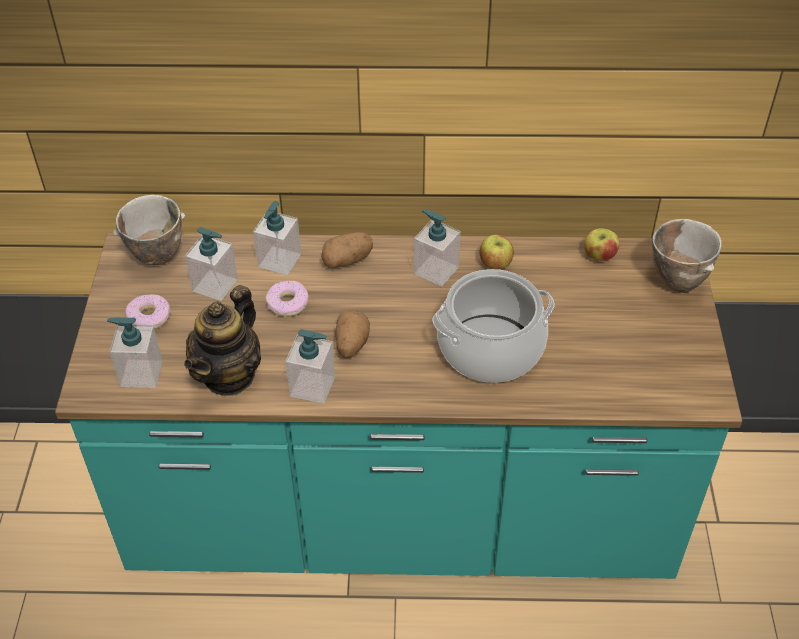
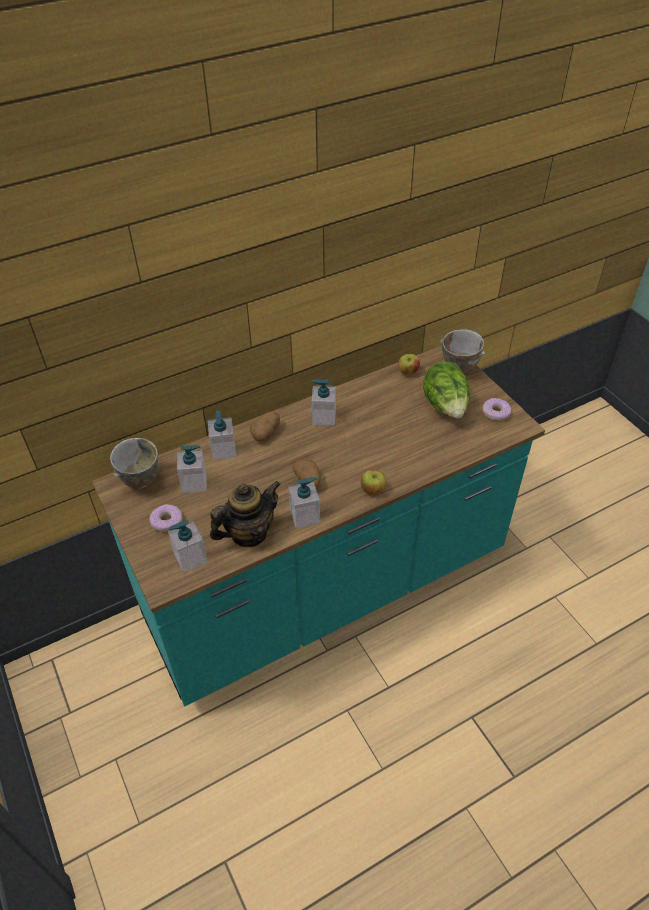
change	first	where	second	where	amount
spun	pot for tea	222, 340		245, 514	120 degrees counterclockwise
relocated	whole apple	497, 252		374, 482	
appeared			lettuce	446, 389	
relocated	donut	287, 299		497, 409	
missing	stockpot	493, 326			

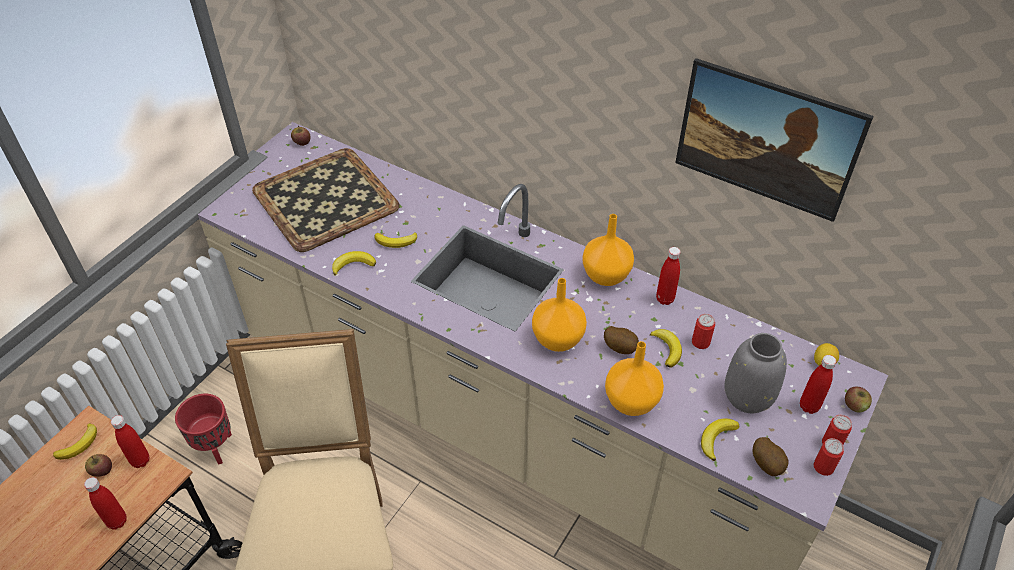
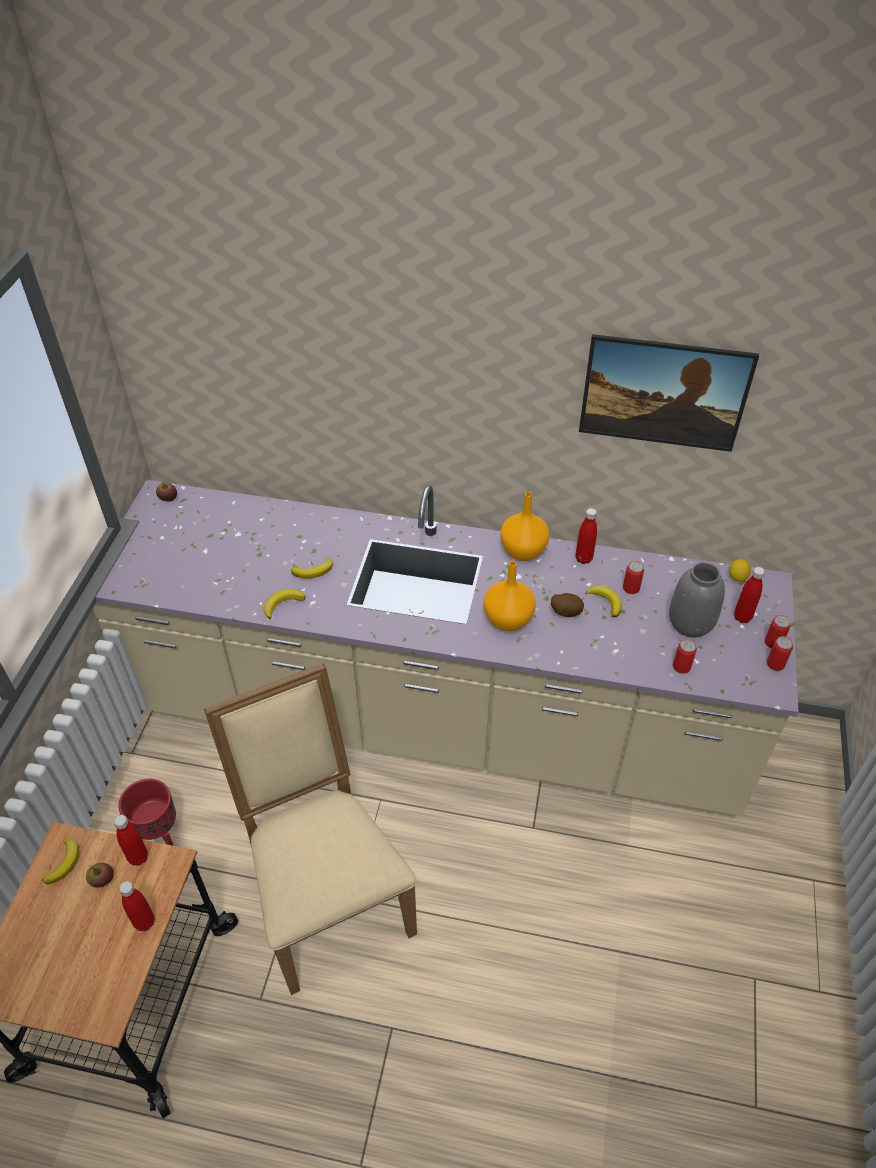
change	first	where	second	where	amount
exchanged	banana fruit	720, 439	can	685, 656	
missing	serving tray	326, 200			
missing	orangey decorative vase	634, 378			
missing	whole potato	771, 456			
missing	whole apple	858, 400			

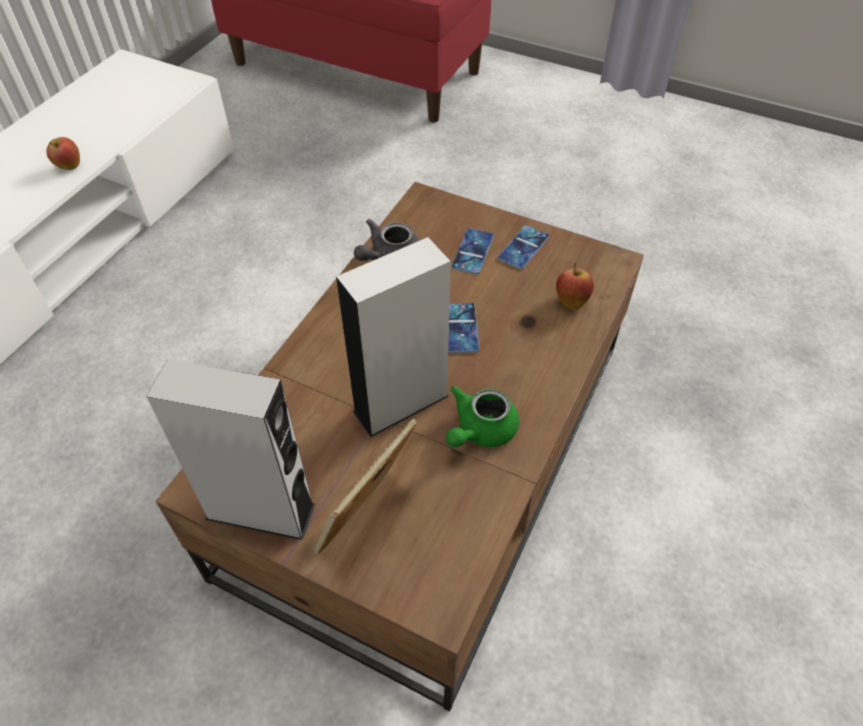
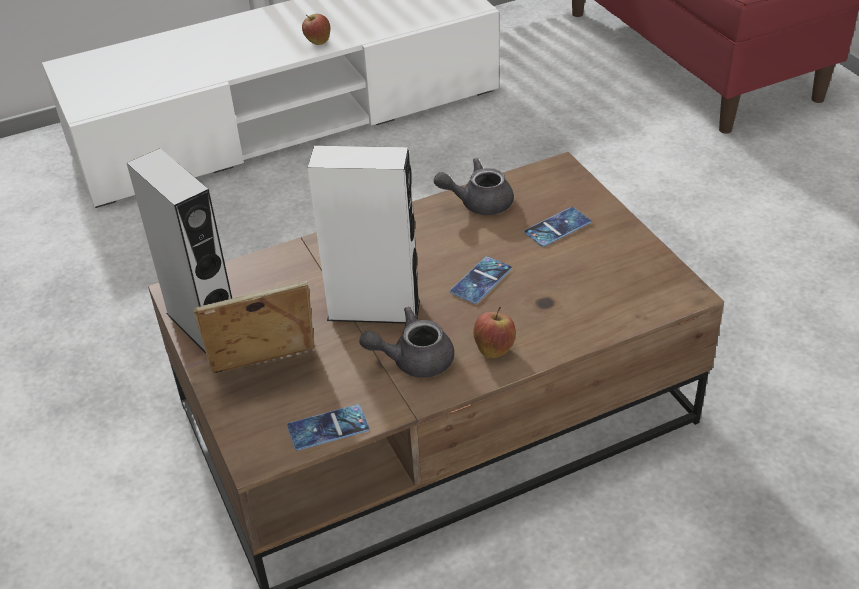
change	first	where	second	where	amount
relocated	phone	523, 247		328, 427	
colour	green-coloured pot for tea	482, 416	gray pot for tea	406, 342	
relocated	whole apple	575, 286		495, 332	

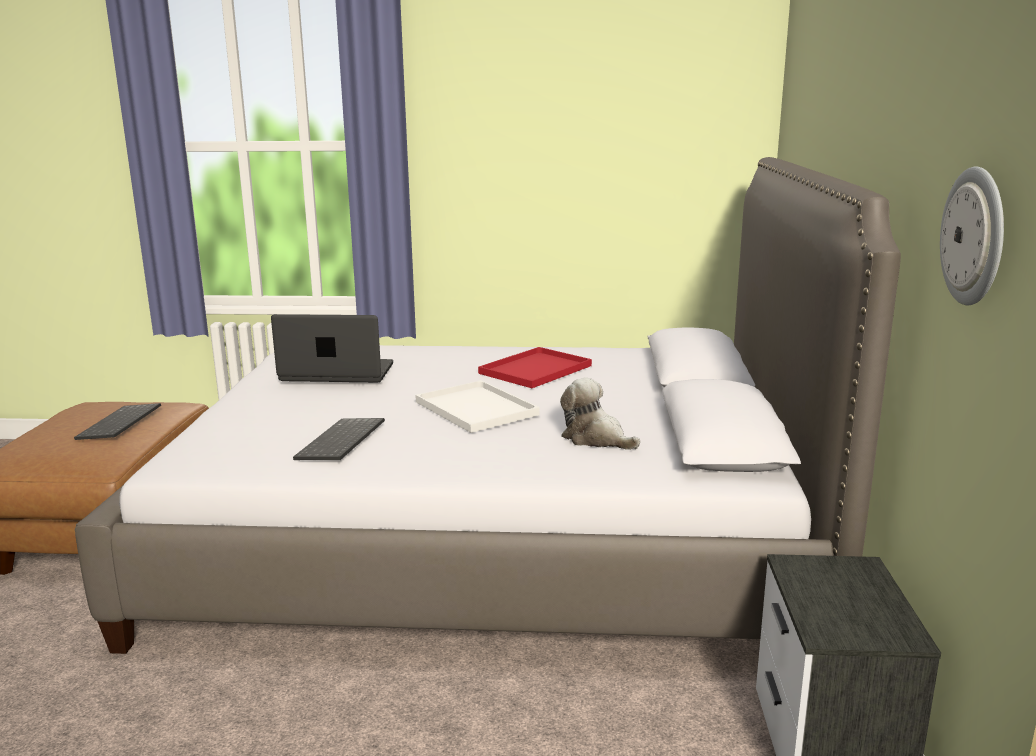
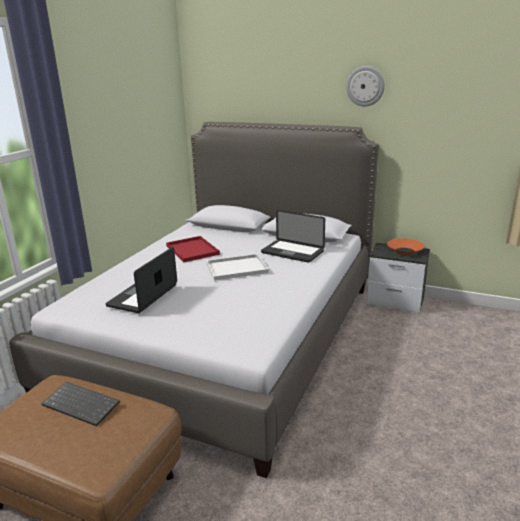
change	first	where	second	where	amount
exchanged	plush toy	600, 414	laptop	293, 236	
relocated	clock on the wall	972, 235		365, 86	
appeared			orangey deep dish	406, 246	
missing	PC keyboard	339, 439			

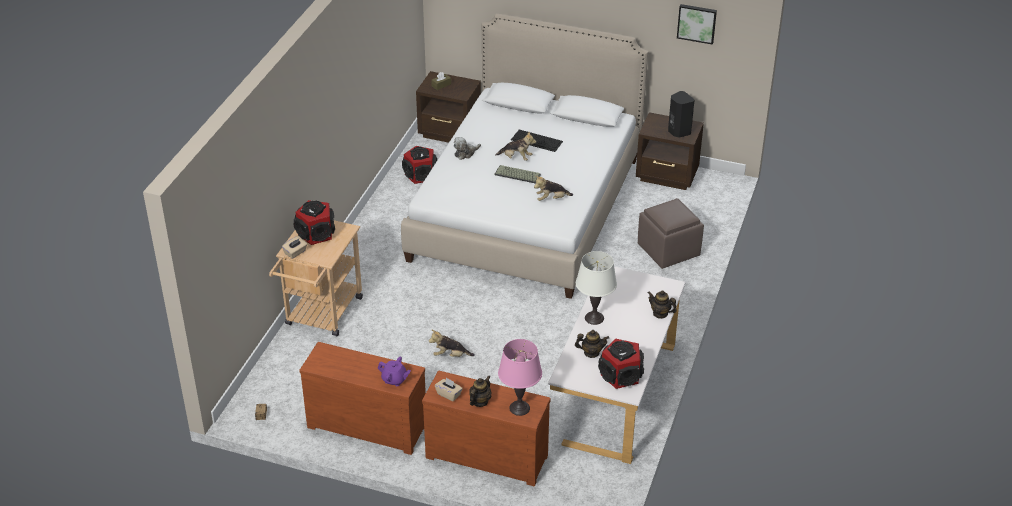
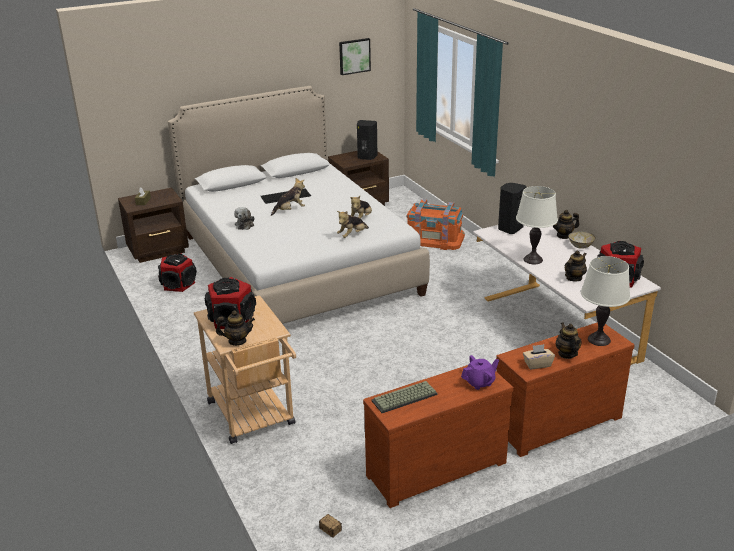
change	first	where	second	where	amount
exchanged	beige tissue box	294, 247	pot for tea	235, 328	
relocated	plush toy	452, 343		353, 224	
relocated	PC keyboard	517, 174		404, 397	
exchanged	brown-coloured ottoman	671, 233	orangey storage box	435, 224	
appeared			black-coloured loudspeaker	512, 208	
appeared			deep dish	582, 240	
colour	pink-coloured table lamp	520, 377	white-coloured table lamp	606, 301	

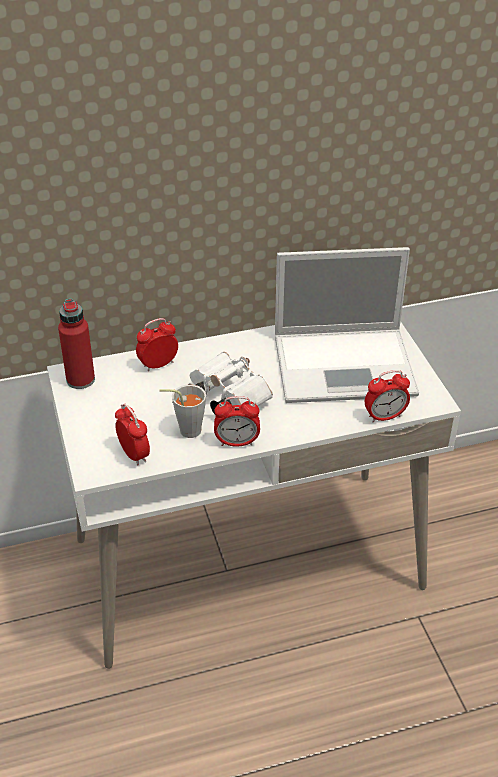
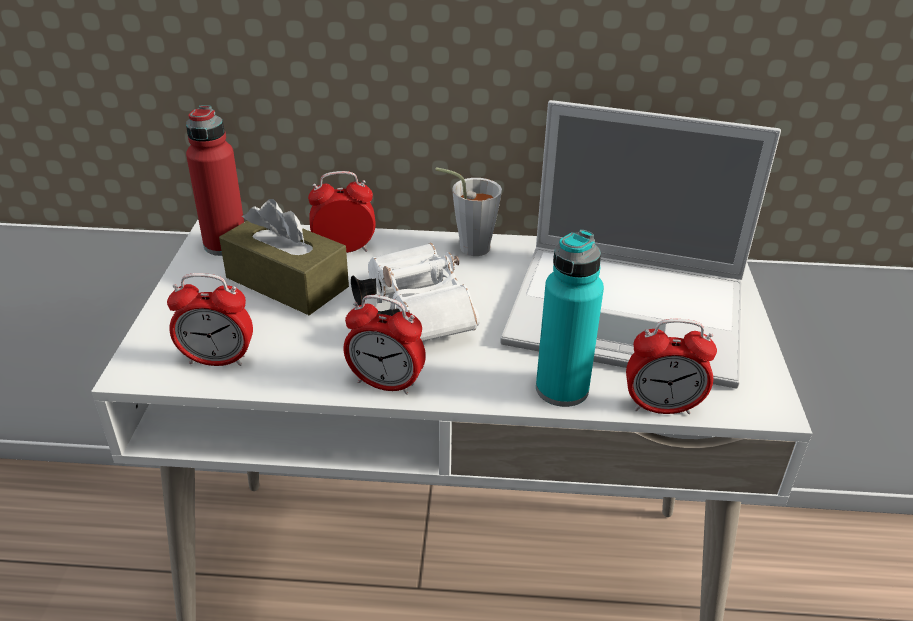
change	first	where	second	where	amount
spun	table clock	132, 435		210, 319	105 degrees clockwise
appeared			brown-coloured tissue box	284, 257	
relocated	gray small cup	183, 411		469, 211	
appeared			blue-green bottle	570, 318	

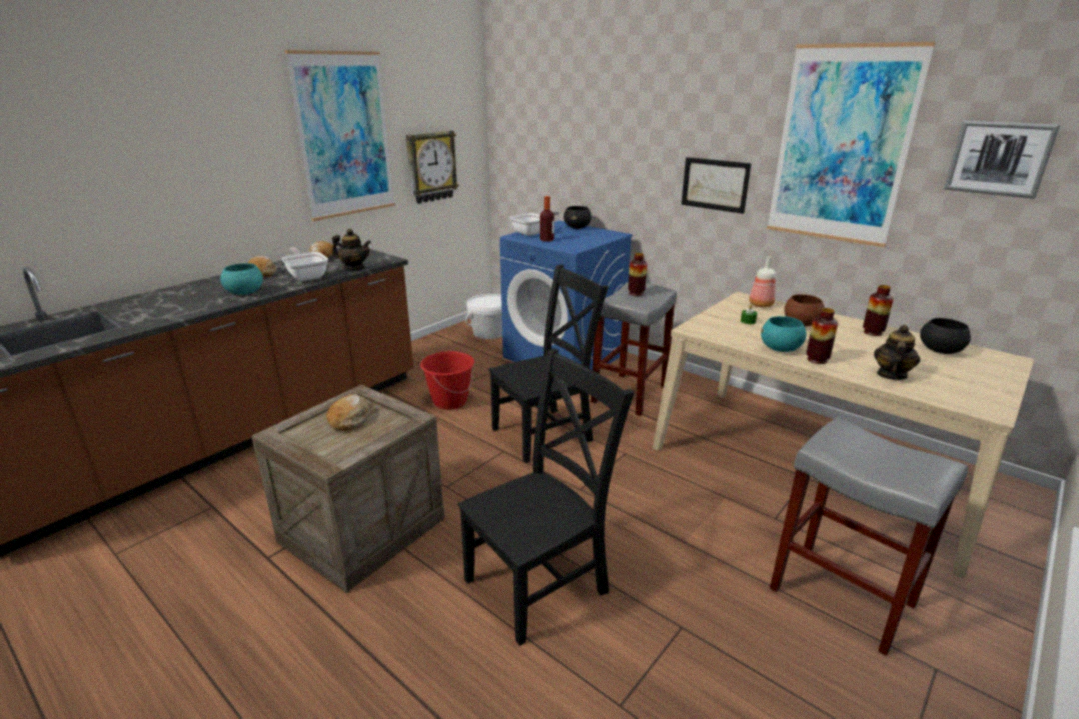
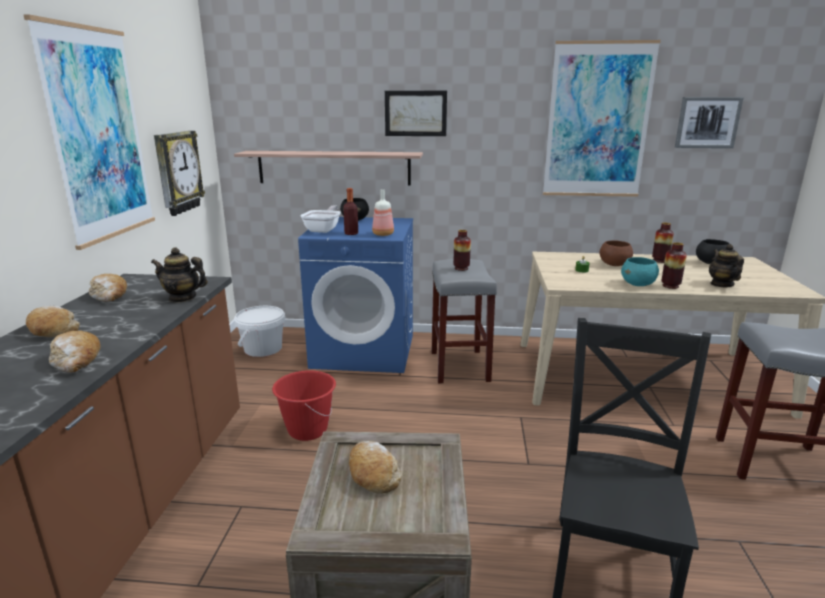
change	first	where	second	where	amount
exchanged	blue-green deep dish	241, 279	baked bread	75, 351	
spun	pot for tea	351, 249		179, 275	150 degrees counterclockwise
appeared			wall shelf	328, 168	
relocated	bottle	762, 281		383, 212	
relocated	wall art	716, 185		416, 113	
missing	frying pan	304, 264			
missing	black-coloured plain chair	548, 363			

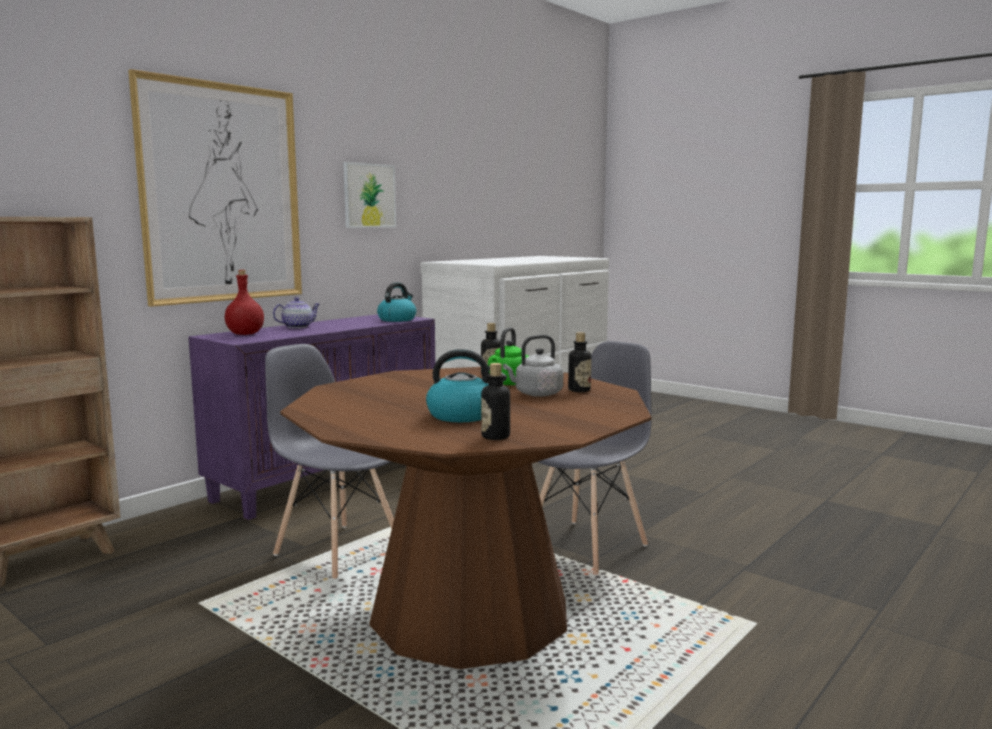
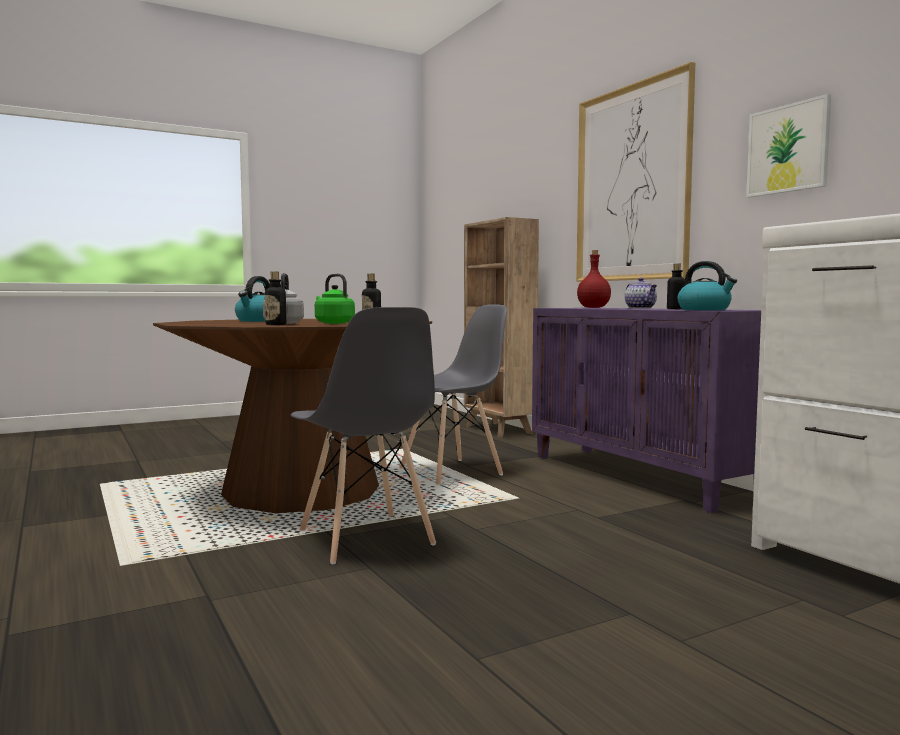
change	first	where	second	where	amount
relocated	bottle	495, 401		676, 286	

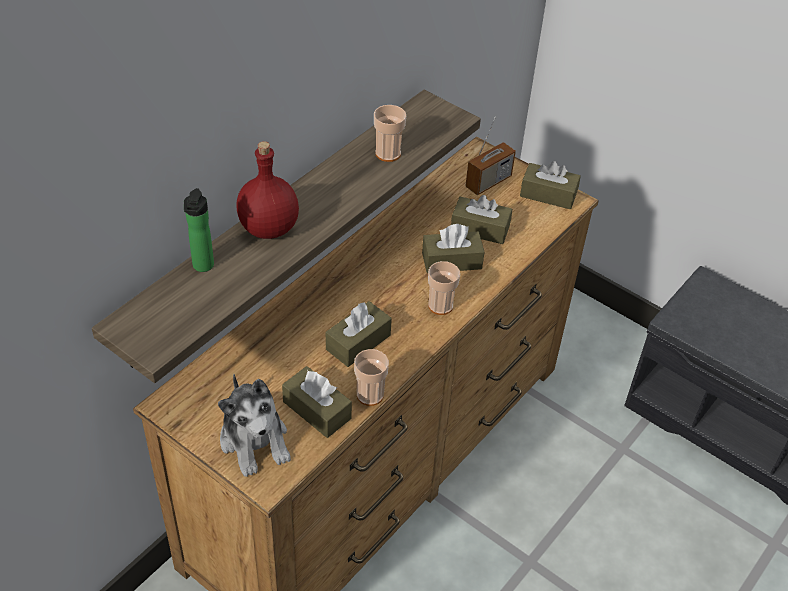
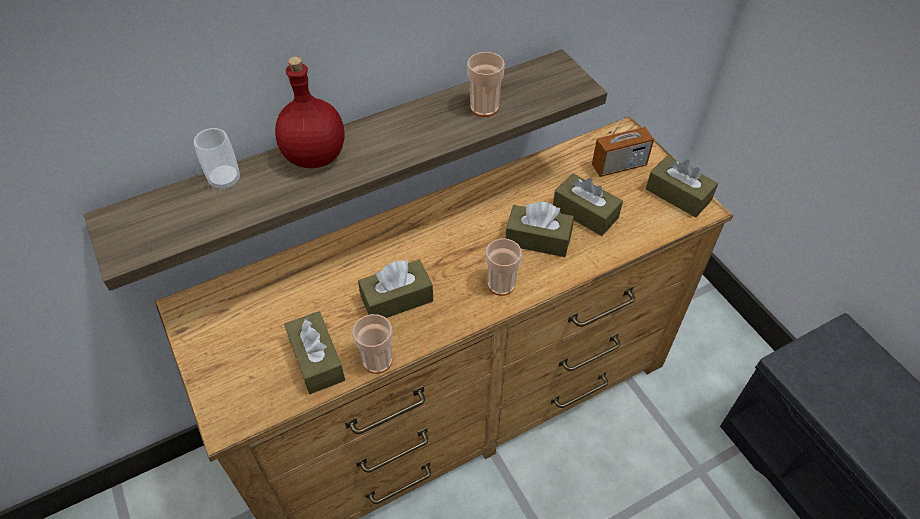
change	first	where	second	where	amount
exchanged	bottle	199, 230	small cup	217, 159	
missing	plush toy	254, 425			

